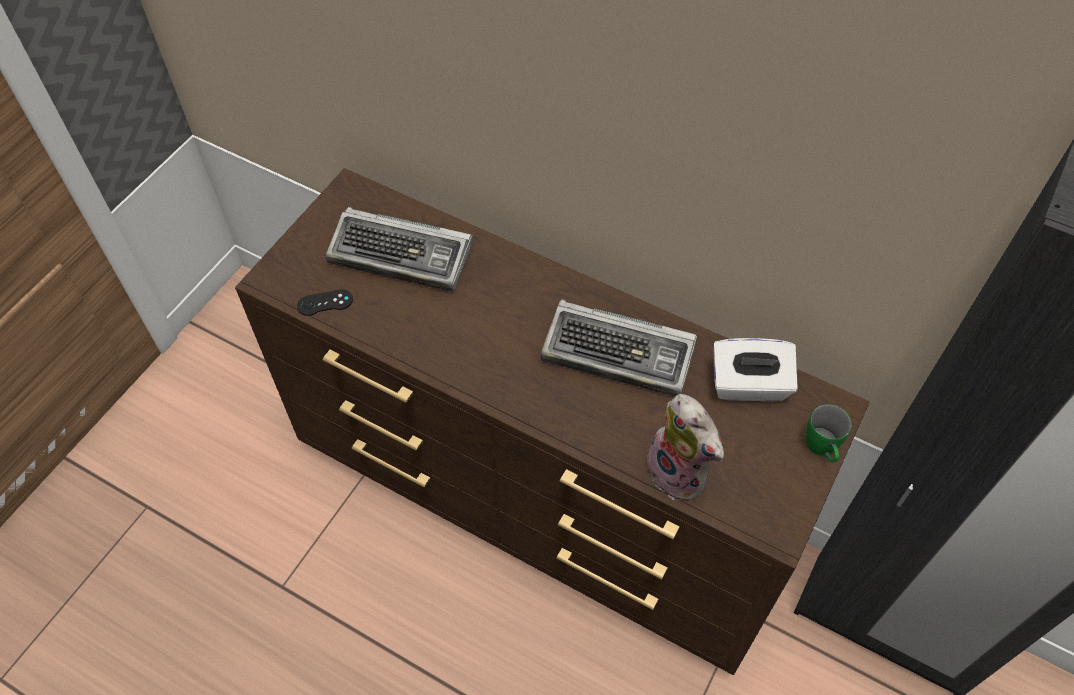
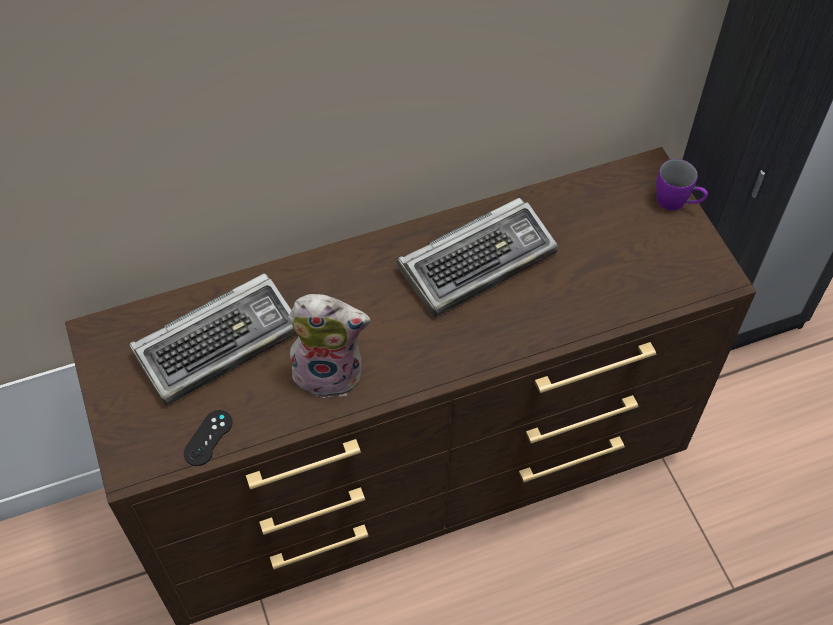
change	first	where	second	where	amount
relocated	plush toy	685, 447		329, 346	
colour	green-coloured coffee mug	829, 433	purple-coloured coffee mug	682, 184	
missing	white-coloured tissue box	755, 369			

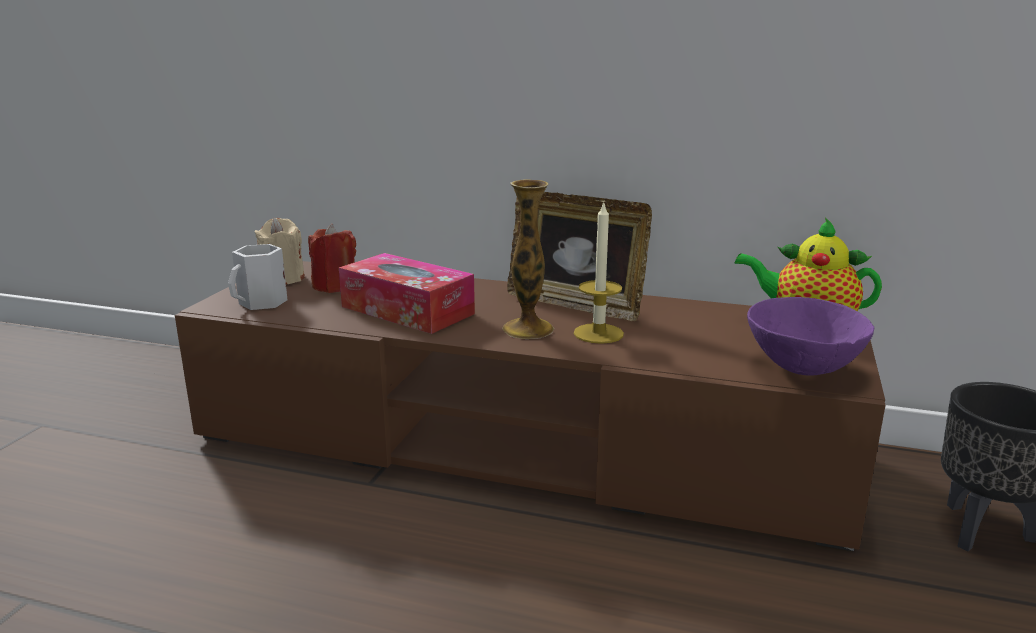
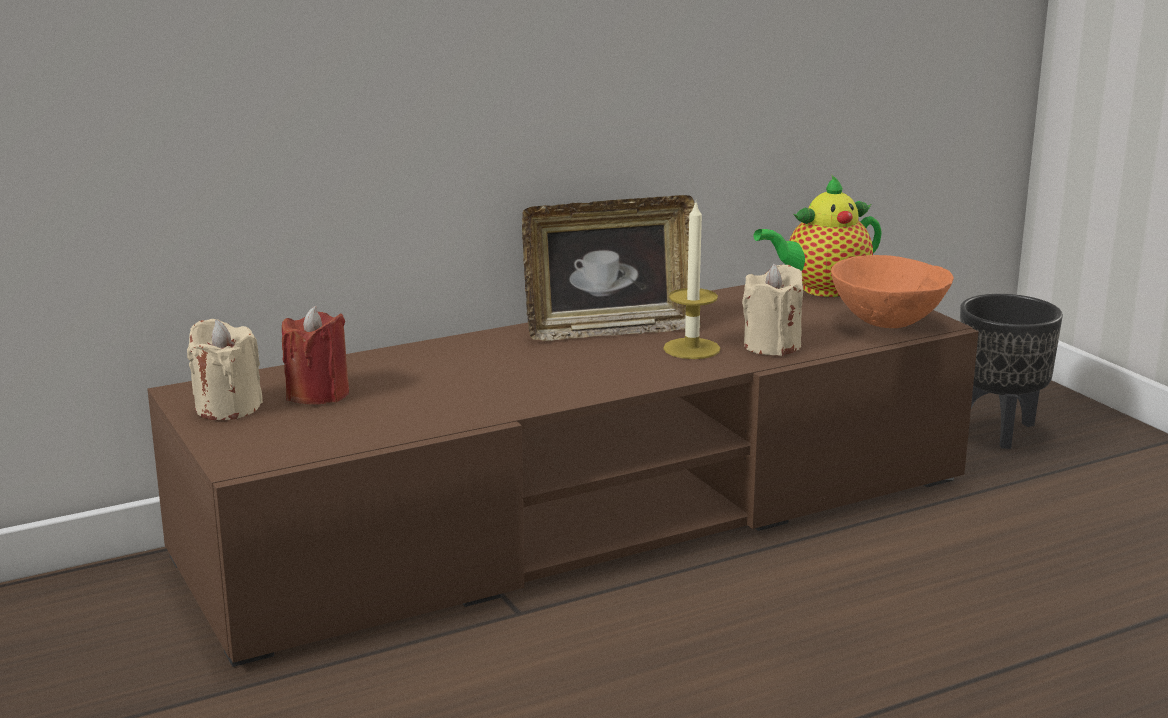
change	first	where	second	where	amount
appeared			beige wax light	772, 310	
colour	purple-coloured deep dish	811, 336	orangey deep dish	892, 291	
missing	white-coloured coffee mug	258, 277			
missing	tissue box	407, 293			
missing	decorative vase	528, 259			

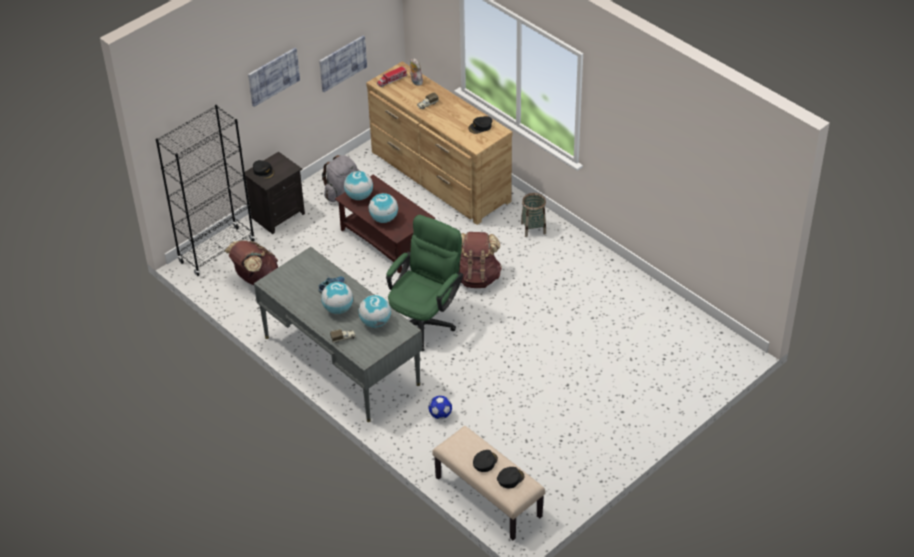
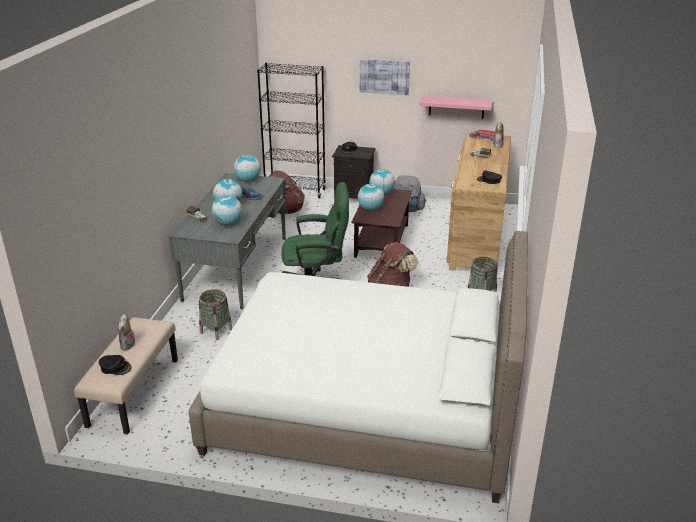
change	first	where	second	where	amount
exchanged	black-coloured cap	485, 461	plush toy	126, 332	
appeared			white-coloured sleeping bed	358, 367	
exchanged	football	440, 407	household basket	215, 314	
appeared			desk globe	247, 168	
exchanged	wall art	343, 63	pink-coloured wall shelf	456, 107	

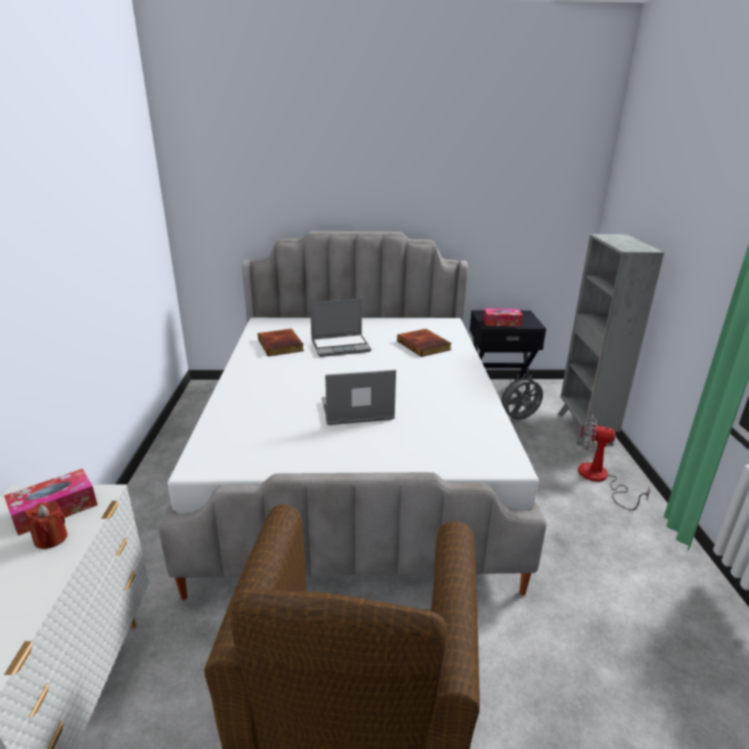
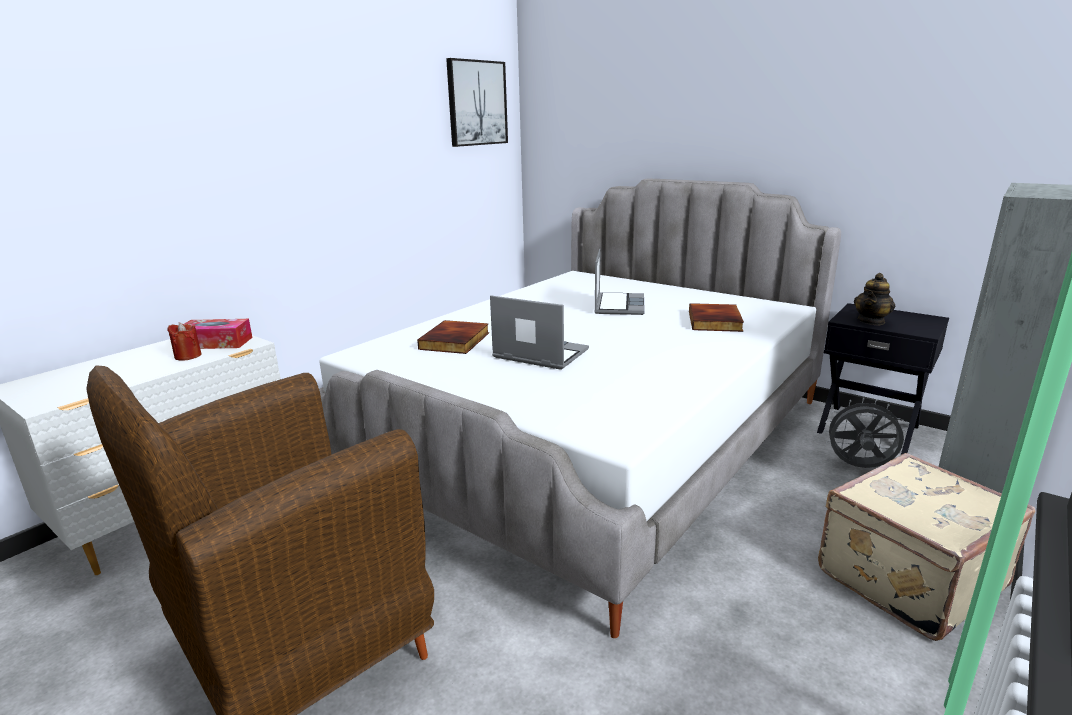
change	first	where	second	where	amount
relocated	volume	281, 342		453, 337	
appeared			wall art	477, 102	
spun	laptop	340, 328		619, 282	105 degrees counterclockwise
exchanged	fan	614, 462	beige travel case	927, 547	
exchanged	tissue box	503, 317	pot for tea	874, 299	

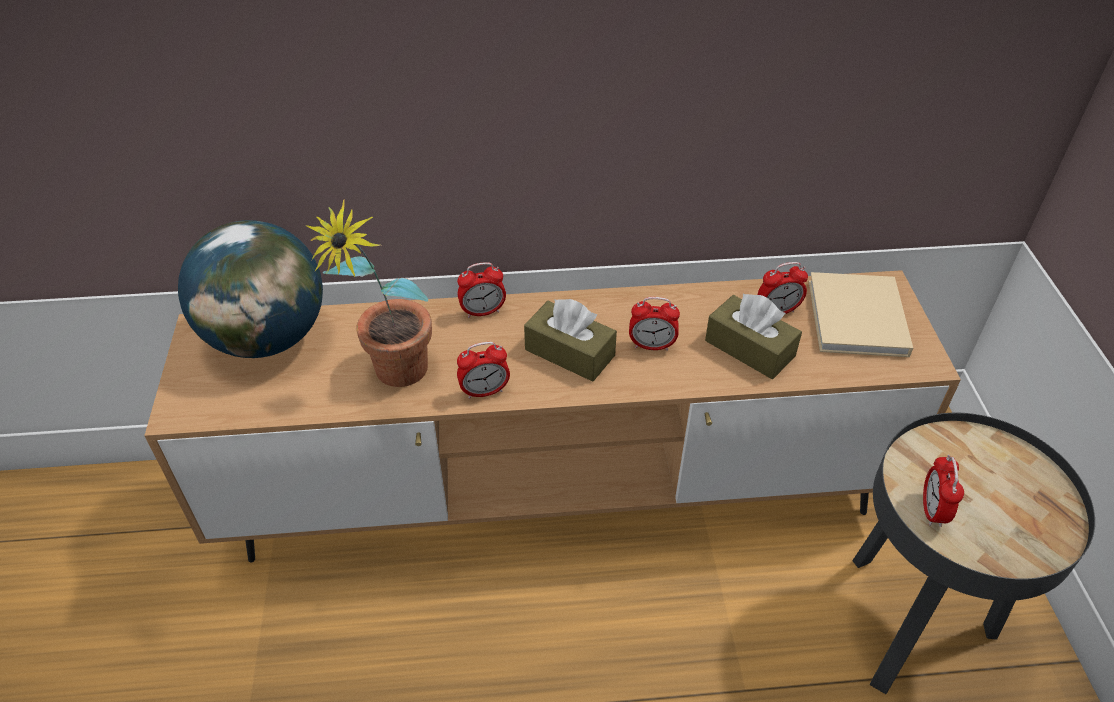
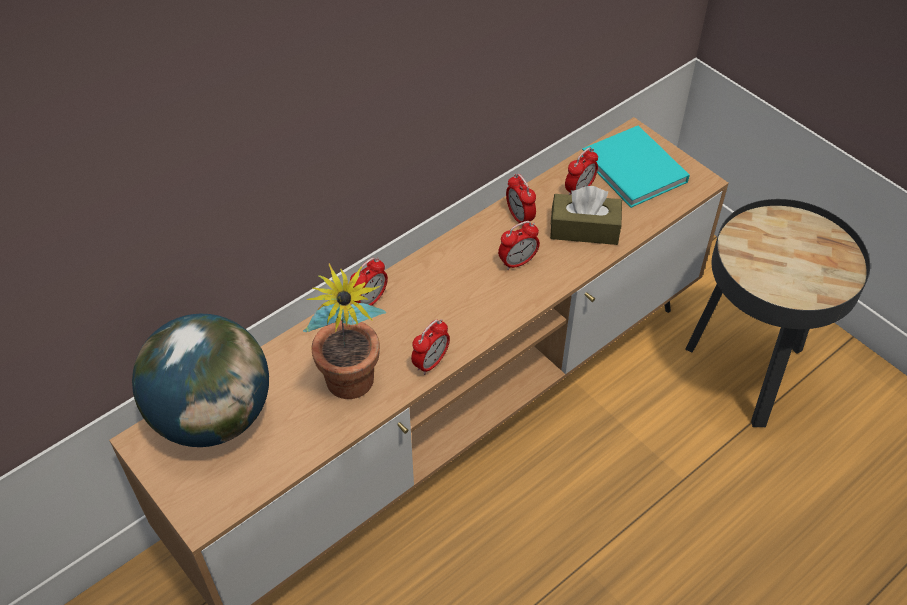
change	first	where	second	where	amount
relocated	table clock	943, 491		521, 200	
colour	beige volume	861, 314	blue-green volume	635, 167	
missing	brown-coloured tissue box	570, 340			

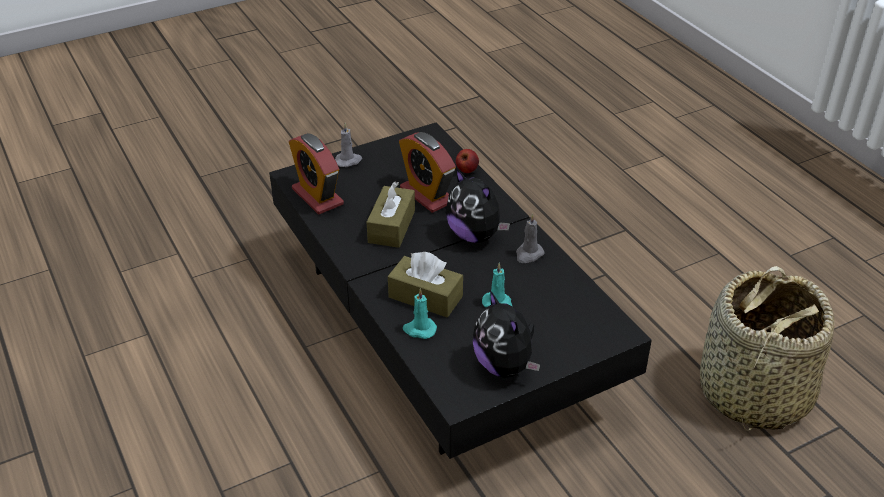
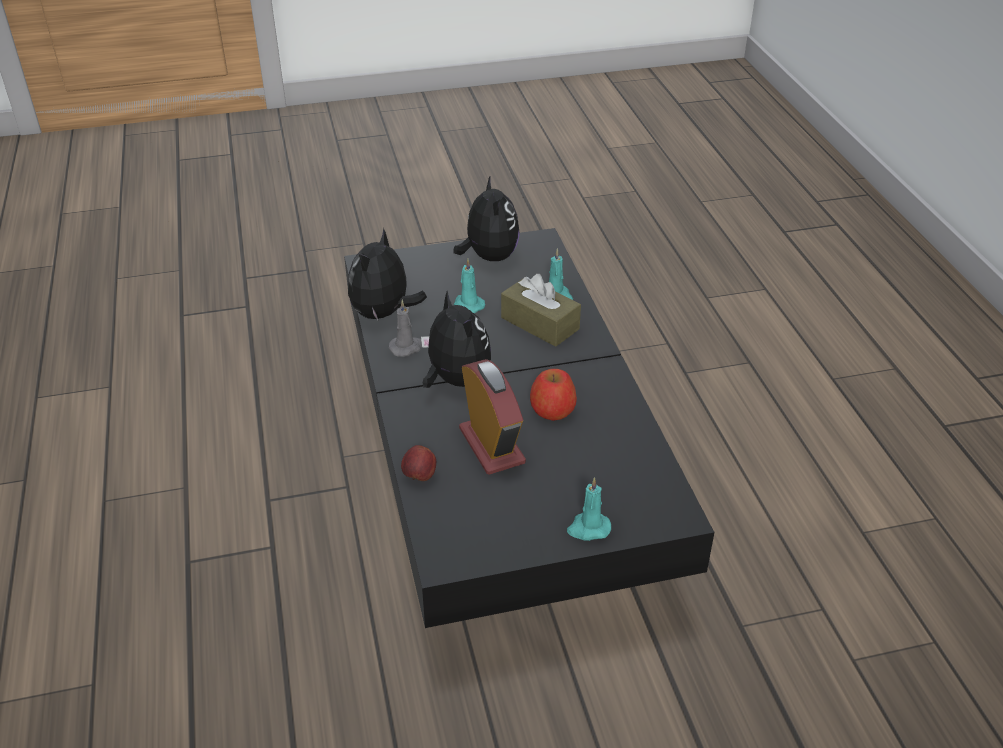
change	first	where	second	where	amount
appeared			plush toy	387, 275	
exchanged	brown-coloured tissue box	391, 214	whole apple	553, 395	
colour	gray wax light	348, 145	blue-green wax light	589, 509	
missing	table clock	316, 173			
missing	household basket	767, 348			

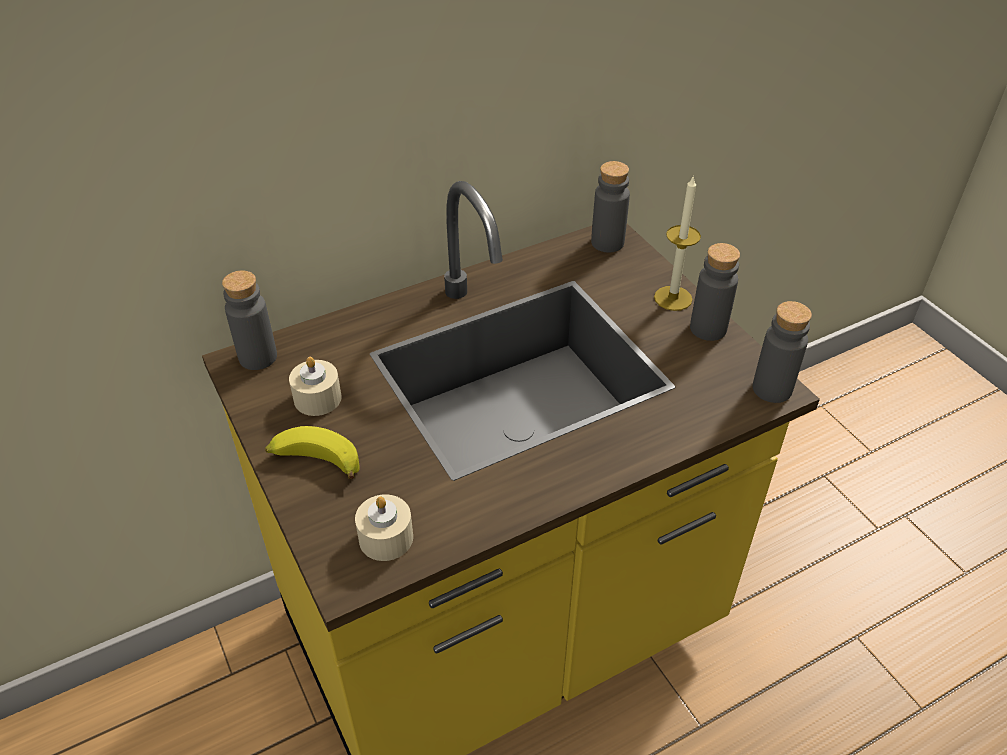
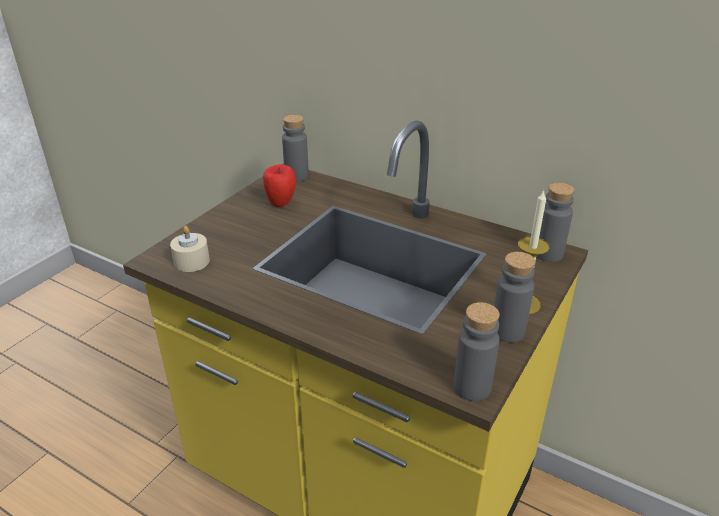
change	first	where	second	where	amount
exchanged	beige wax light	315, 386	whole apple	279, 185	
missing	banana fruit	312, 452			

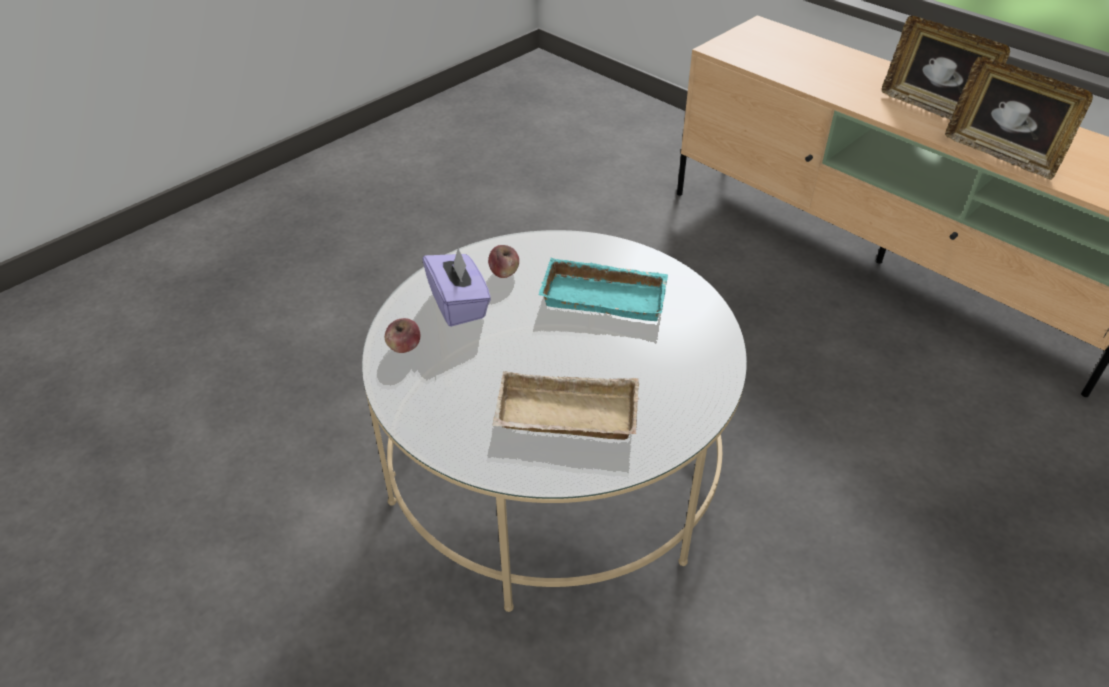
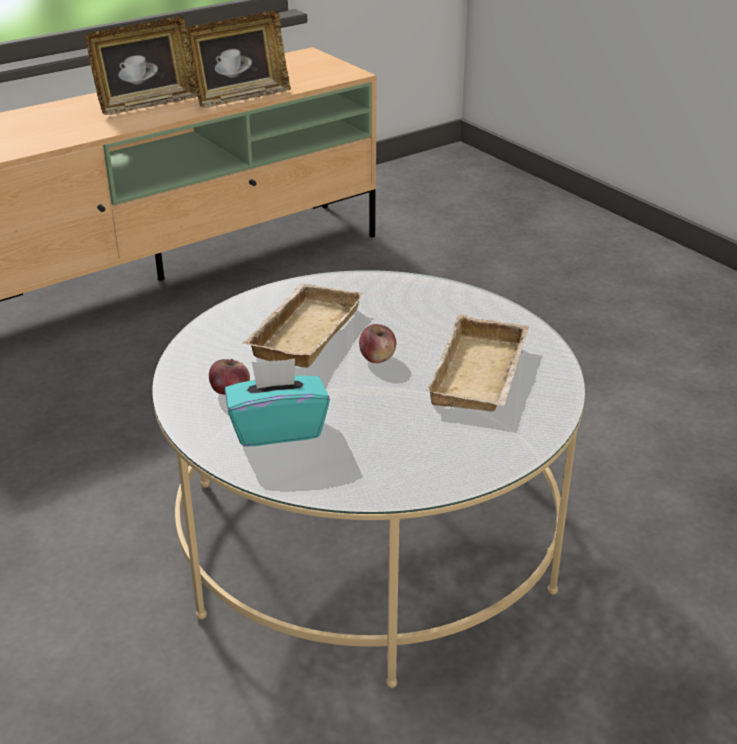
change	first	where	second	where	amount
colour	purple-coloured tissue box	456, 286	blue-green tissue box	277, 402	
colour	blue-green serving tray	603, 289	beige serving tray	303, 325	
relocated	whole apple	402, 335		377, 343	

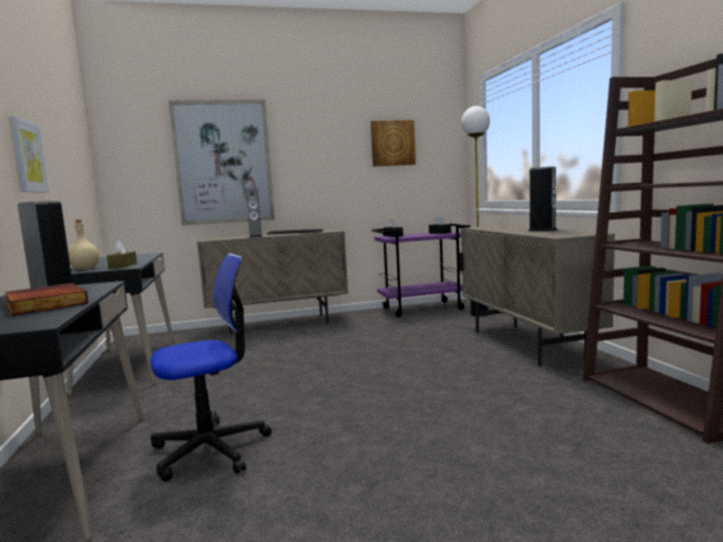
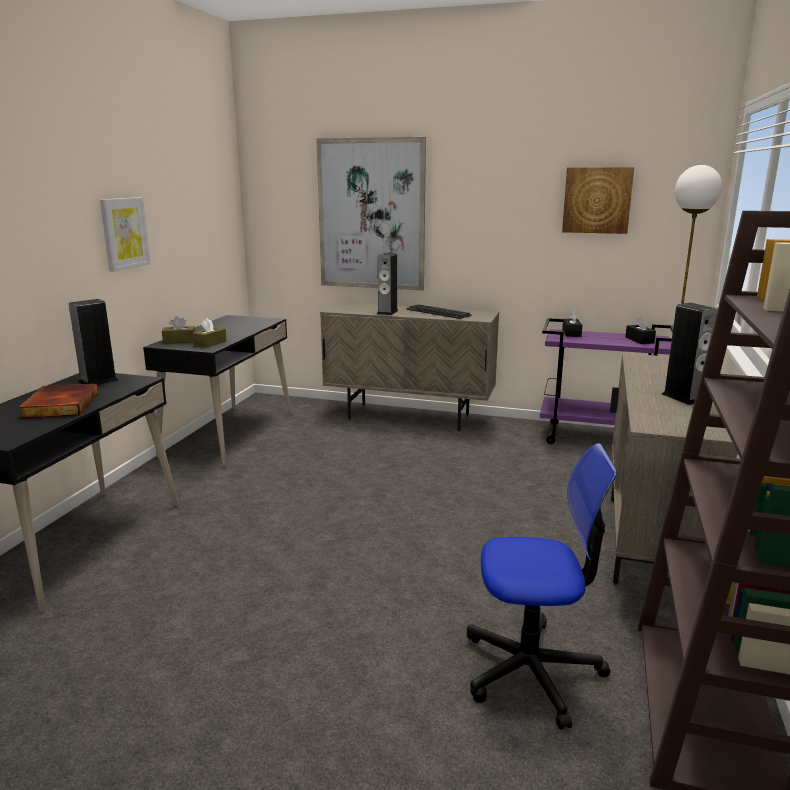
change	first	where	second	where	amount
exchanged	beige bottle	83, 245	brown-coloured tissue box	178, 330	
relocated	office chair	211, 367		542, 586	

